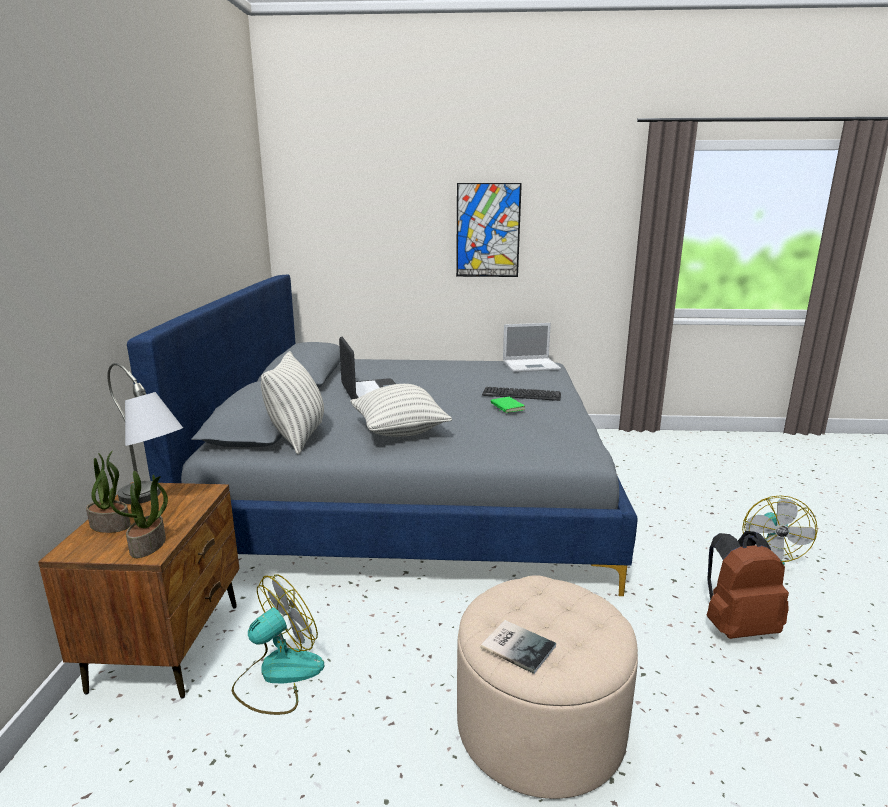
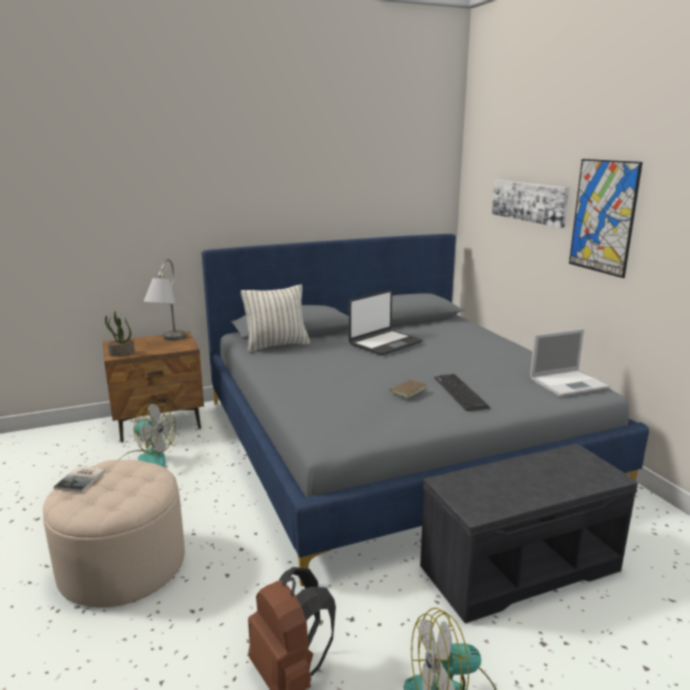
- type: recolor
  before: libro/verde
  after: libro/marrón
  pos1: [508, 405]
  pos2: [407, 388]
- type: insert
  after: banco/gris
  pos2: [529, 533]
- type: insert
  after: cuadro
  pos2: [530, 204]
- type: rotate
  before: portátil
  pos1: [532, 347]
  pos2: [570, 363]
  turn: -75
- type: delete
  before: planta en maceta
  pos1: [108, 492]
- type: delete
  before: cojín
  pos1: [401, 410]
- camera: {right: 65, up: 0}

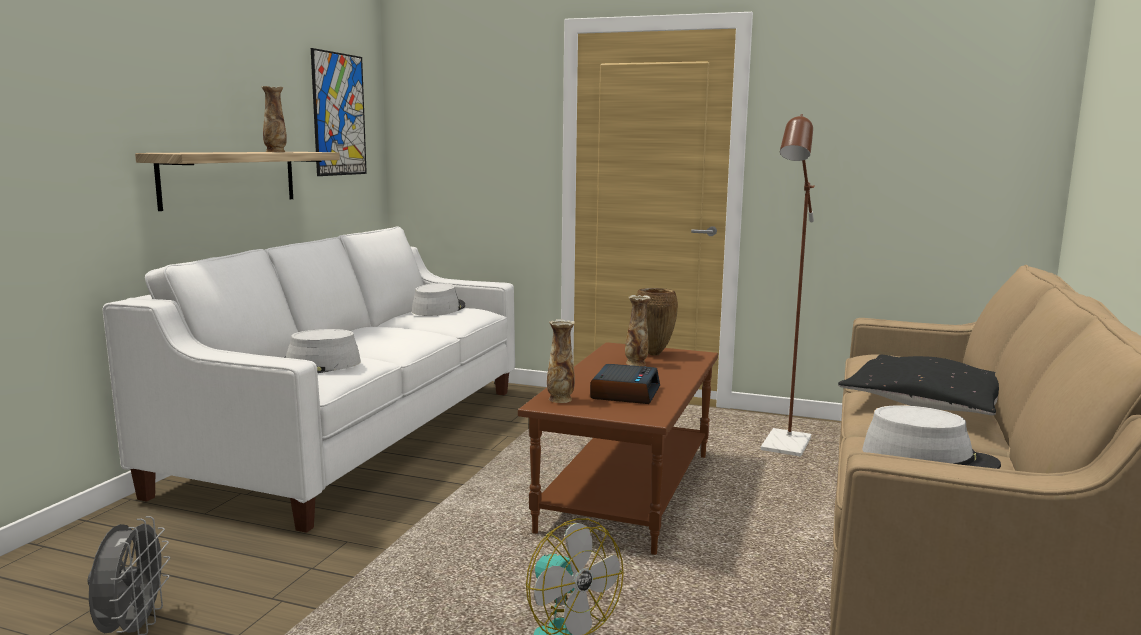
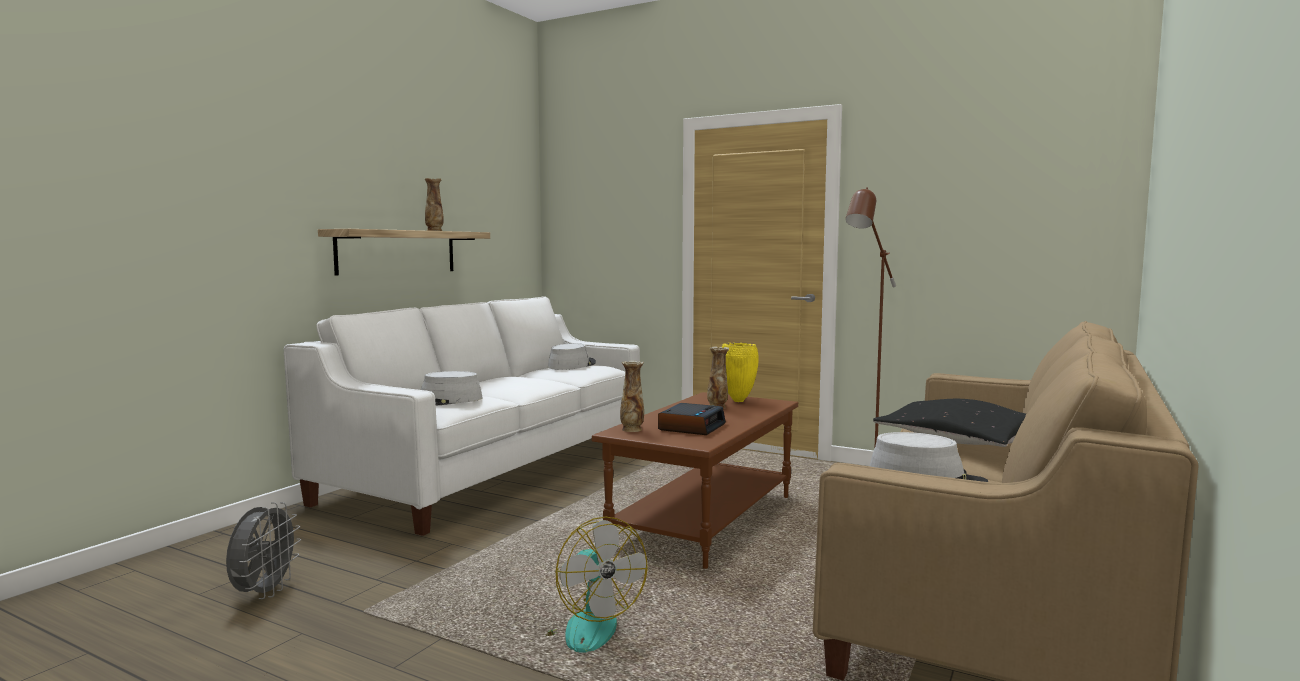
- type: recolor
  before: florero/marrón
  after: florero/amarillo
  pos1: [657, 322]
  pos2: [740, 372]
- type: delete
  before: cuadro
  pos1: [339, 112]
- camera: {right: 10, up: -5}

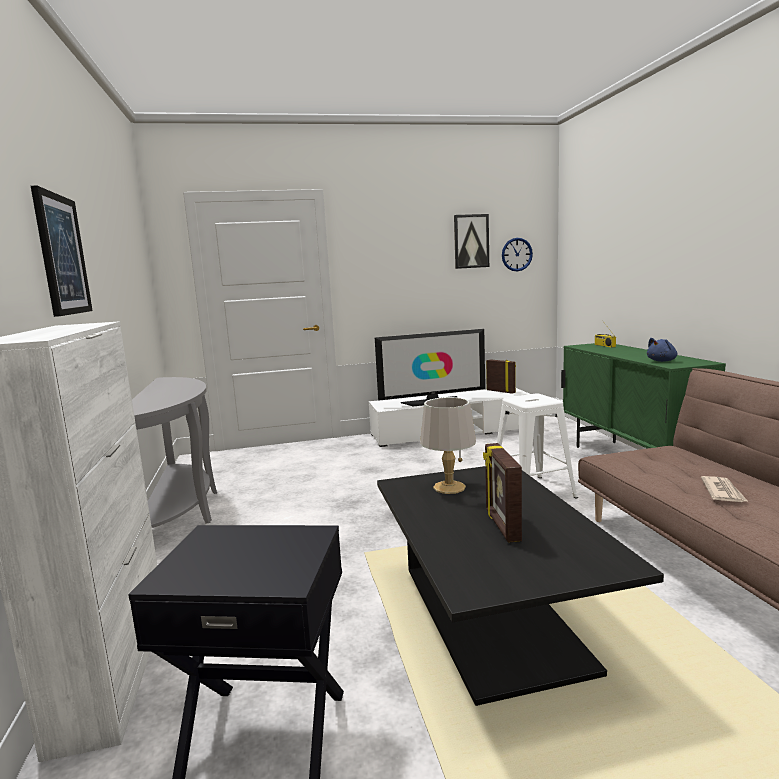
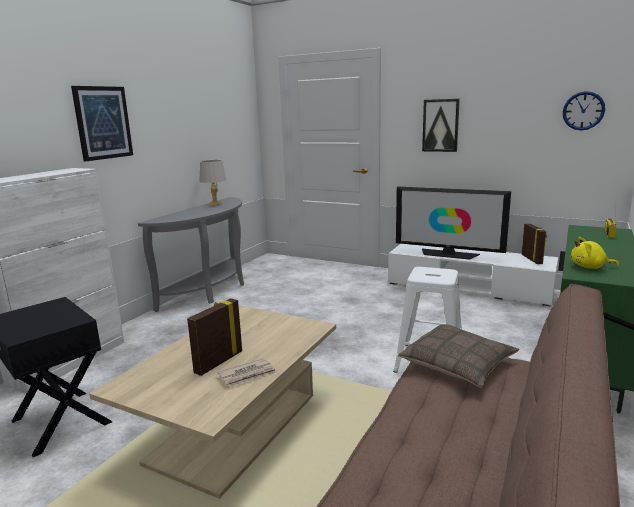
- type: recolor
  before: mesa de centro/negro
  after: mesa de centro/beis
  pos1: [520, 586]
  pos2: [212, 402]
- type: move
  before: lámpara de mesa/gris
  pos1: [448, 445]
  pos2: [213, 182]
- type: move
  before: periódico
  pos1: [724, 489]
  pos2: [247, 372]
- type: insert
  after: cojín
  pos2: [458, 356]
- type: move
  before: cuadro
  pos1: [471, 241]
  pos2: [441, 125]
- type: recolor
  before: peluche/azul
  after: peluche/amarillo
  pos1: [662, 350]
  pos2: [595, 253]
- camera: {right: 40, up: 5}

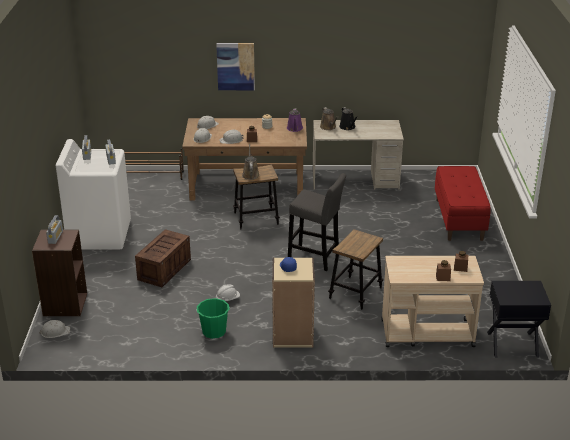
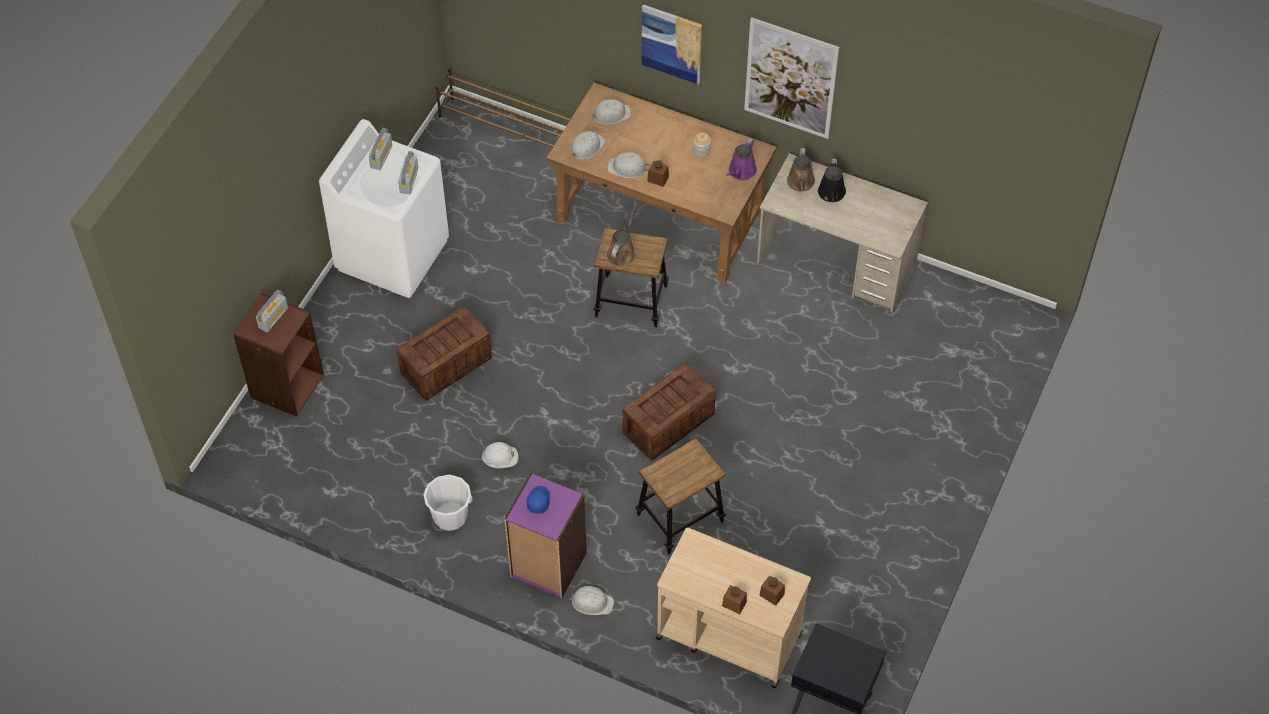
- type: recolor
  before: cubo/verde
  after: cubo/blanco
  pos1: [213, 318]
  pos2: [448, 502]
- type: recolor
  before: estantería/beis
  after: estantería/morado
  pos1: [293, 303]
  pos2: [545, 535]
- type: move
  before: casco/blanco
  pos1: [54, 329]
  pos2: [591, 600]
- type: replace
  before: taburete/gris
  after: caja de embalaje
  pos1: [317, 222]
  pos2: [669, 412]
- type: insert
  after: cuadro
  pos2: [791, 78]
- type: delete
  before: banco/rojo
  pos1: [463, 203]
- camera: {right: 25, up: 25}

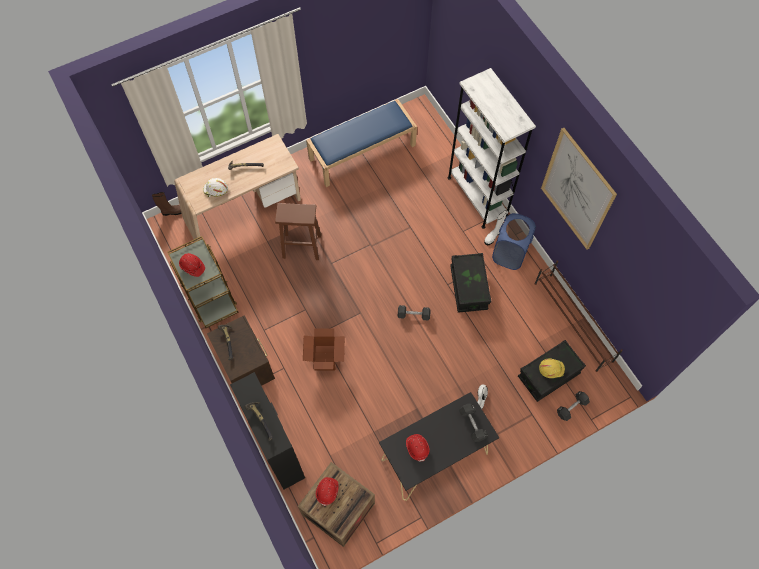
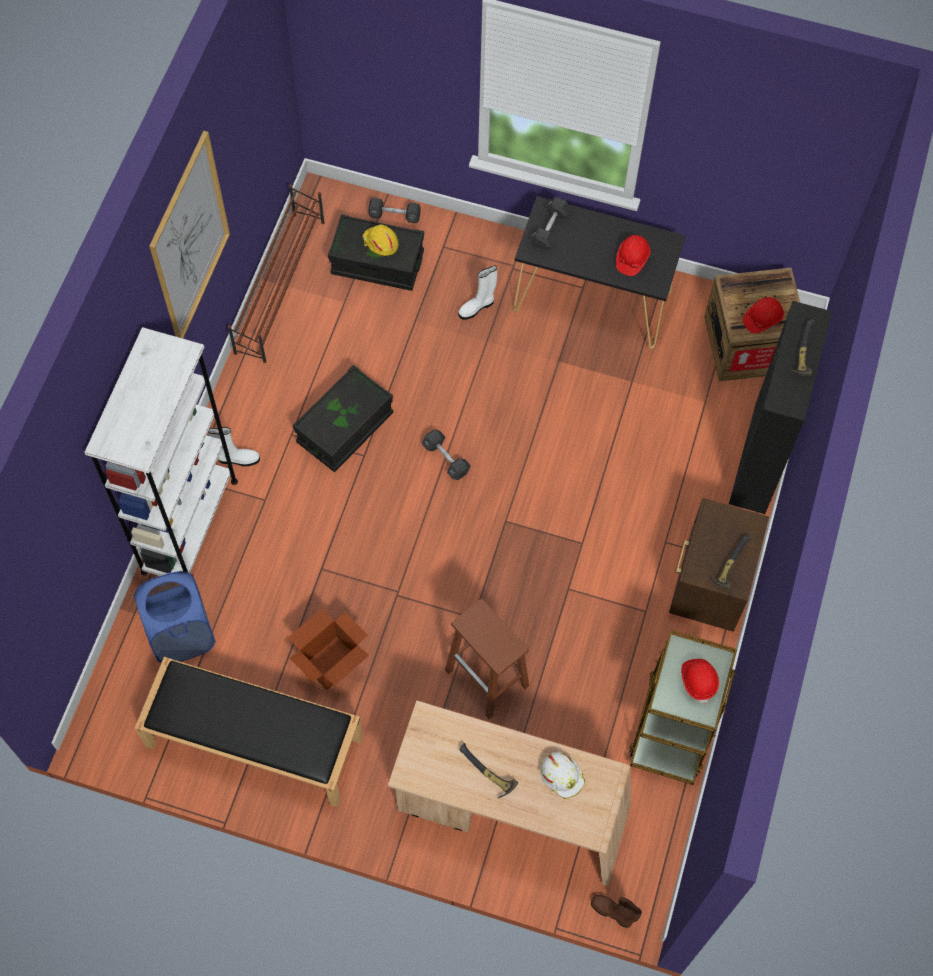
- type: move
  before: cesto de la ropa/azul
  pos1: [514, 241]
  pos2: [174, 617]
- type: recolor
  before: banco/azul
  after: banco/negro
  pos1: [361, 143]
  pos2: [249, 732]
- type: move
  before: caja de cartón
  pos1: [324, 349]
  pos2: [328, 649]
- camera: {right: -135, up: 0}

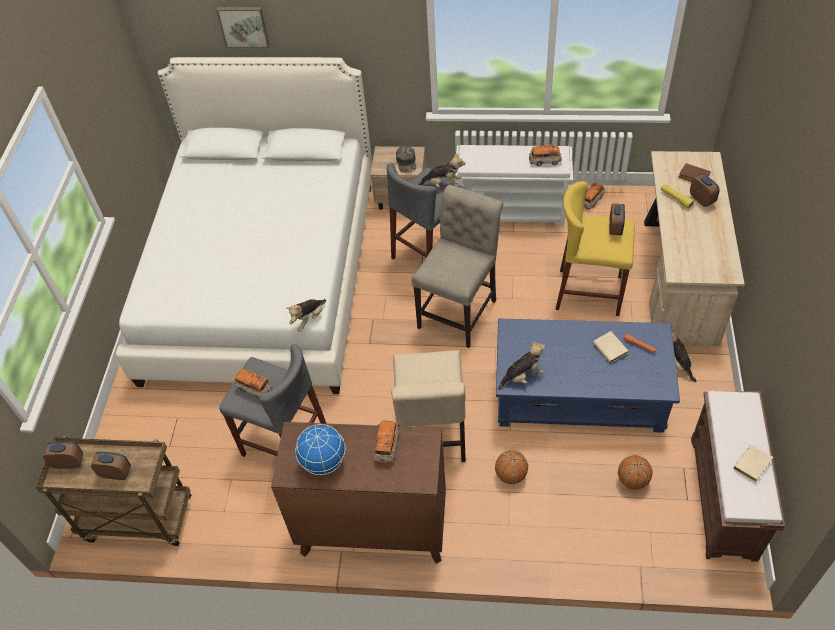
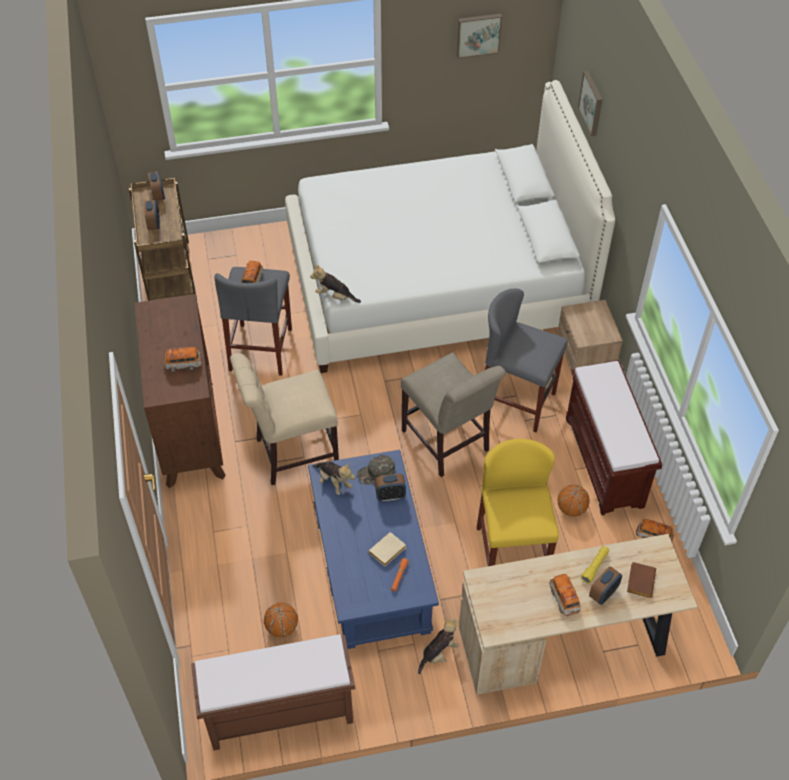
- type: move
  before: gorra/verde
  pos1: [406, 159]
  pos2: [376, 470]
- type: move
  before: despertador
  pos1: [617, 219]
  pos2: [390, 488]
- type: rotate
  before: silla/beis
  pos1: [457, 266]
  pos2: [453, 414]
  turn: 45
- type: insert
  after: cuadro
  pos2: [479, 36]
- type: move
  before: coche de juguete
  pos1: [545, 155]
  pos2: [565, 595]
- type: move
  before: balón de baloncesto
  pos1: [511, 467]
  pos2: [574, 501]
- type: recolor
  before: banco/blanco
  after: banco/marrón
  pos1: [513, 186]
  pos2: [614, 438]
- type: delete
  before: globo terráqueo
  pos1: [320, 449]
- type: delete
  before: peluche
  pos1: [442, 170]
- type: delete
  before: libro/beis
  pos1: [753, 463]
- camera: {right: 70, up: 0}

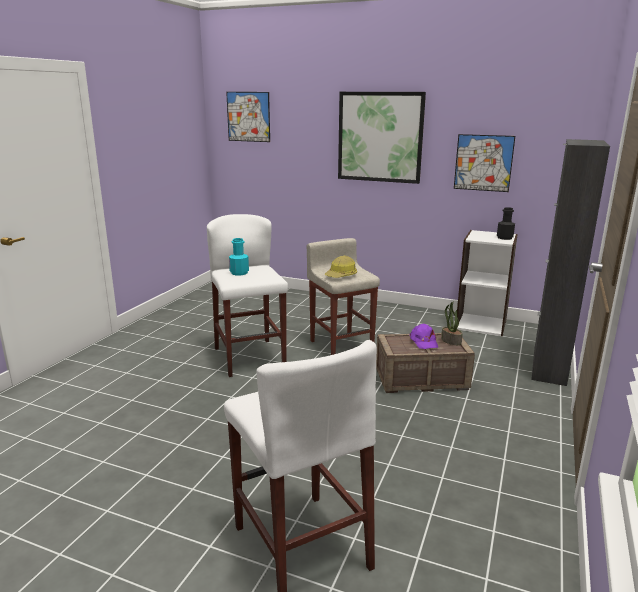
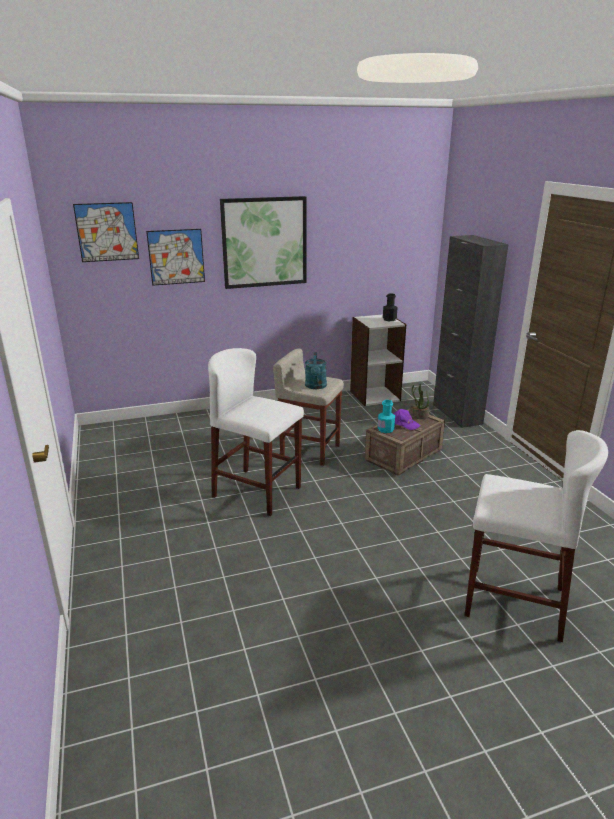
- type: move
  before: cuadro
  pos1: [484, 163]
  pos2: [175, 257]
- type: replace
  before: casco
  after: regadera/turquesa
  pos1: [341, 267]
  pos2: [316, 370]
- type: move
  before: botella/turquesa
  pos1: [239, 257]
  pos2: [386, 416]
- camera: {right: -40, up: 5}

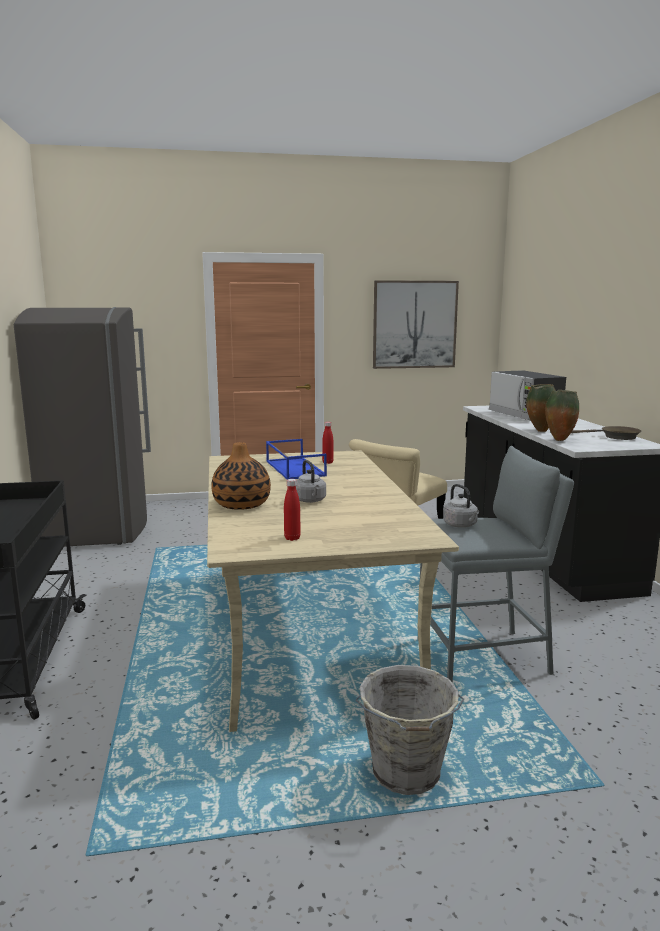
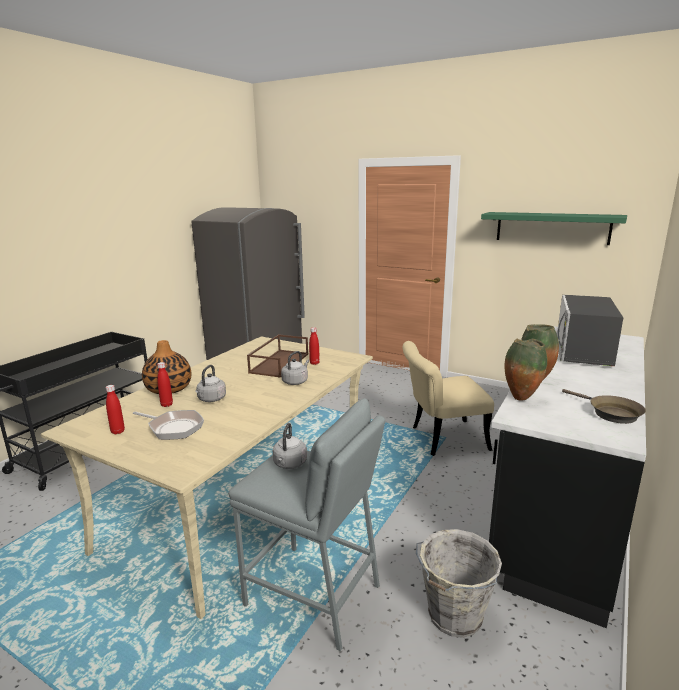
- type: insert
  after: sartén
  pos2: [168, 425]
- type: insert
  after: botella/rojo
  pos2: [165, 384]
- type: recolor
  before: bandeja/azul
  after: bandeja/marrón
  pos1: [296, 459]
  pos2: [277, 356]
- type: insert
  after: hervidor/gris
  pos2: [295, 368]
- type: move
  before: cubo/gris
  pos1: [409, 730]
  pos2: [459, 583]
- type: replace
  before: cuadro
  after: estante/verde
  pos1: [416, 324]
  pos2: [554, 228]
- camera: {right: 40, up: 5}

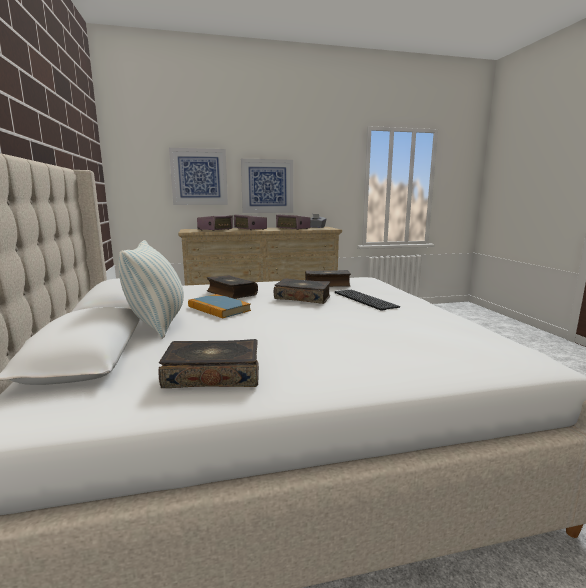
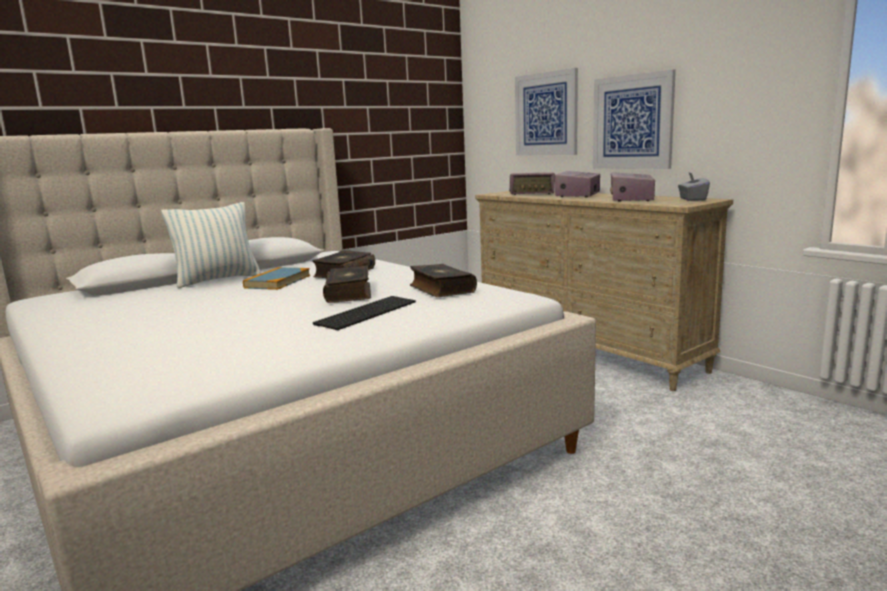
- type: delete
  before: libro
  pos1: [208, 363]
- camera: {right: 65, up: 0}

